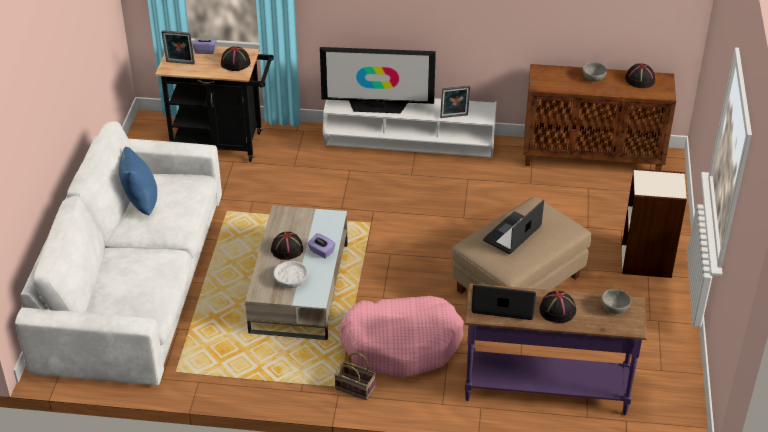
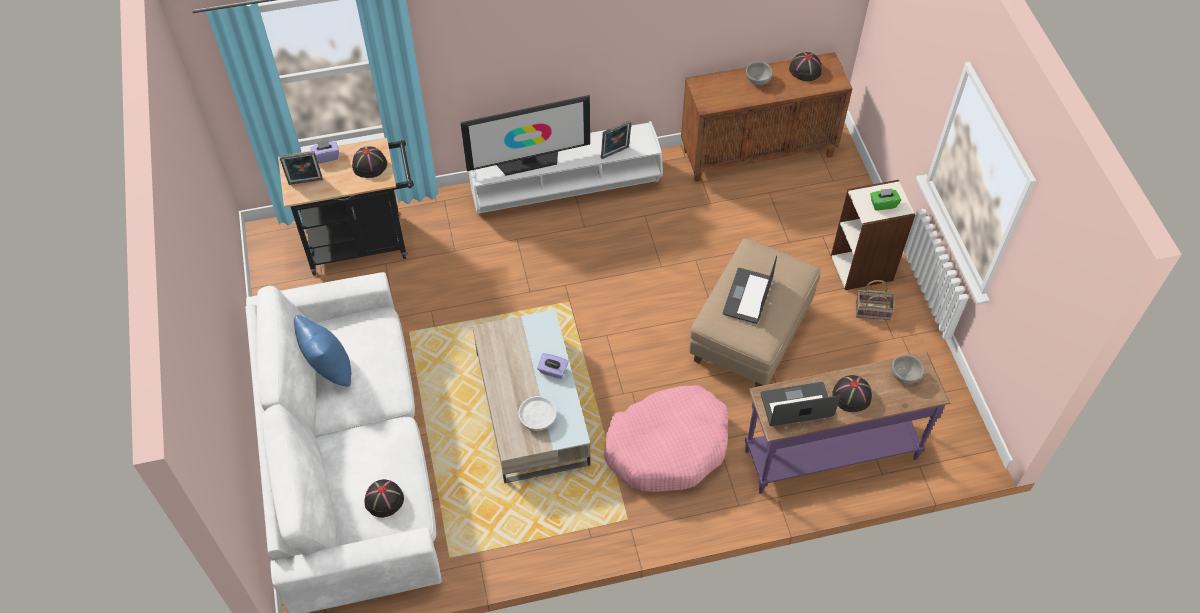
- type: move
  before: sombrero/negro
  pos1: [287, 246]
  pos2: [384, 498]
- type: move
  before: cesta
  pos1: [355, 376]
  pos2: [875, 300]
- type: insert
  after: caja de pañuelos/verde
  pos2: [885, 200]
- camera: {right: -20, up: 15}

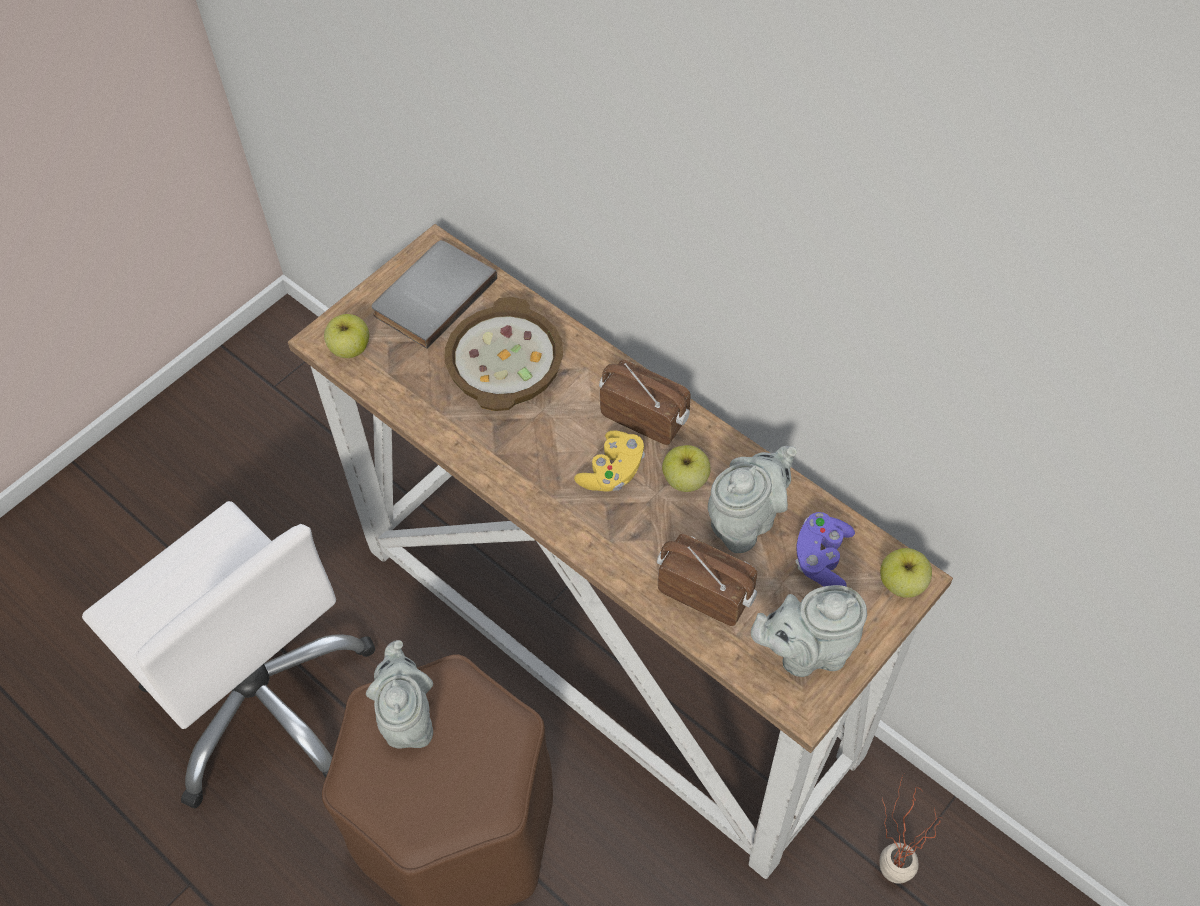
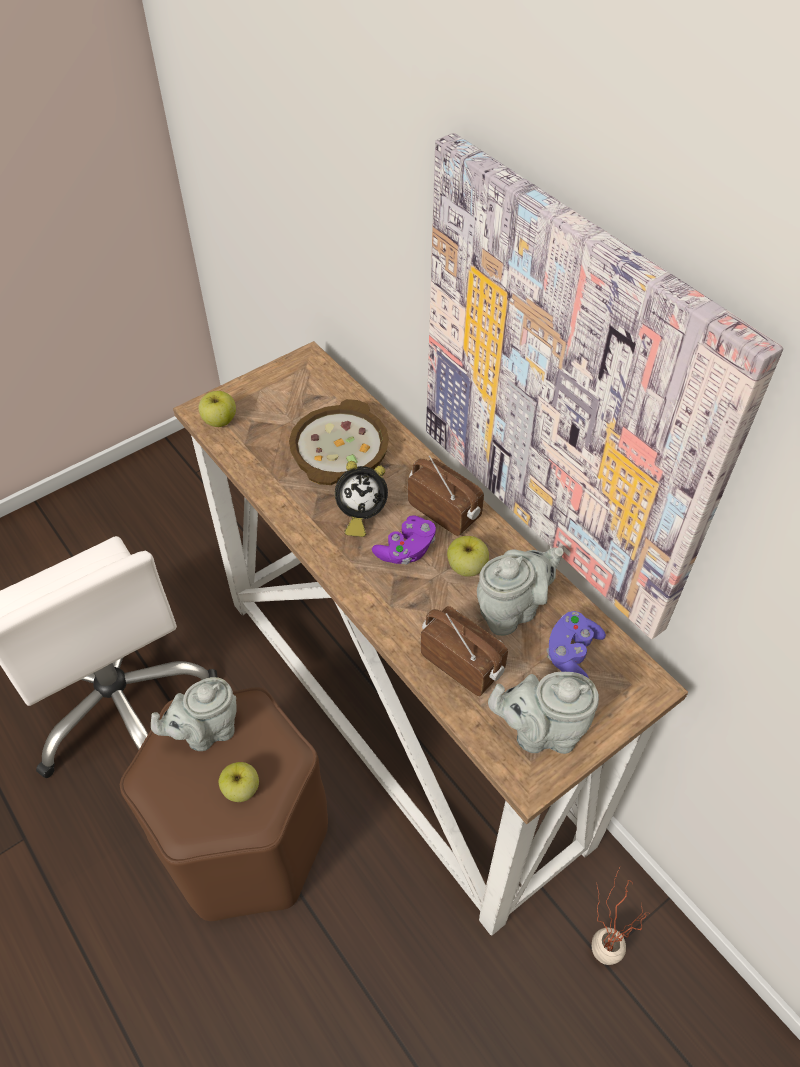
- type: rotate
  before: tetera/gris
  pos1: [399, 694]
  pos2: [194, 714]
  turn: -120
- type: move
  before: manzana
  pos1: [906, 573]
  pos2: [239, 782]
- type: insert
  after: despertador
  pos2: [361, 499]
- type: recolor
  before: mando de consola/amarillo
  after: mando de consola/morado
  pos1: [609, 461]
  pos2: [404, 540]
- type: insert
  after: cuadro
  pos2: [604, 386]
- type: delete
  before: libro/gris
  pos1: [434, 294]
- camera: {right: 10, up: -5}

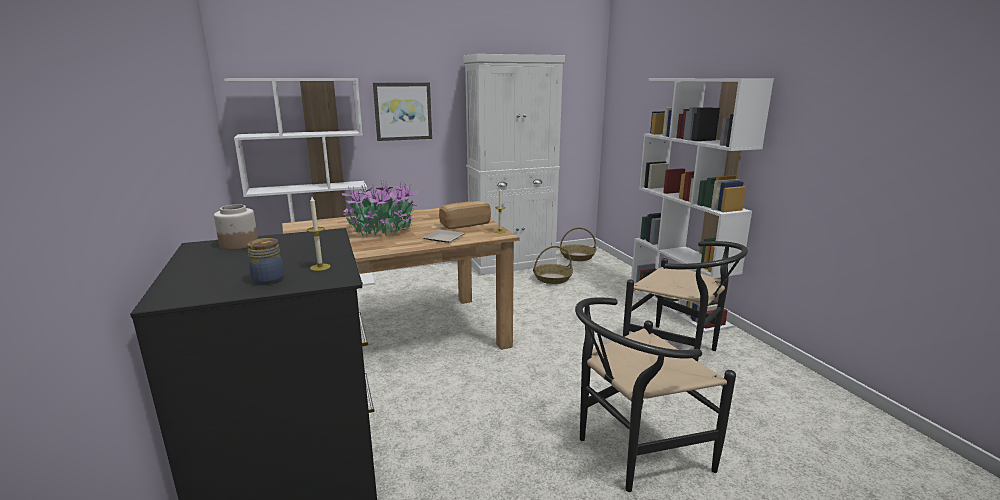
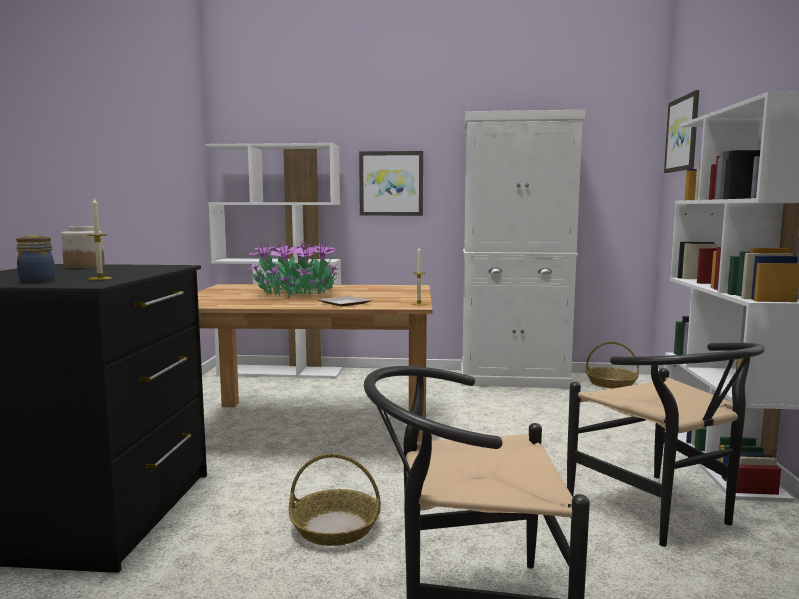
- type: move
  before: cesta
  pos1: [553, 265]
  pos2: [335, 499]
- type: insert
  after: cuadro
  pos2: [681, 131]
- type: delete
  before: pan
  pos1: [465, 215]
- camera: {right: 25, up: -10}

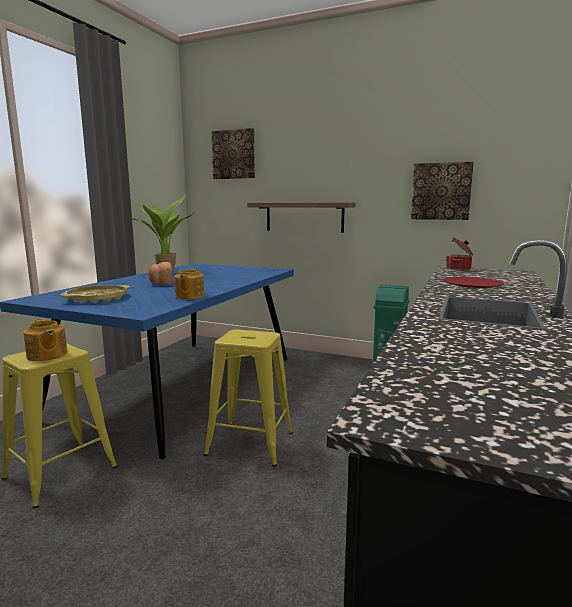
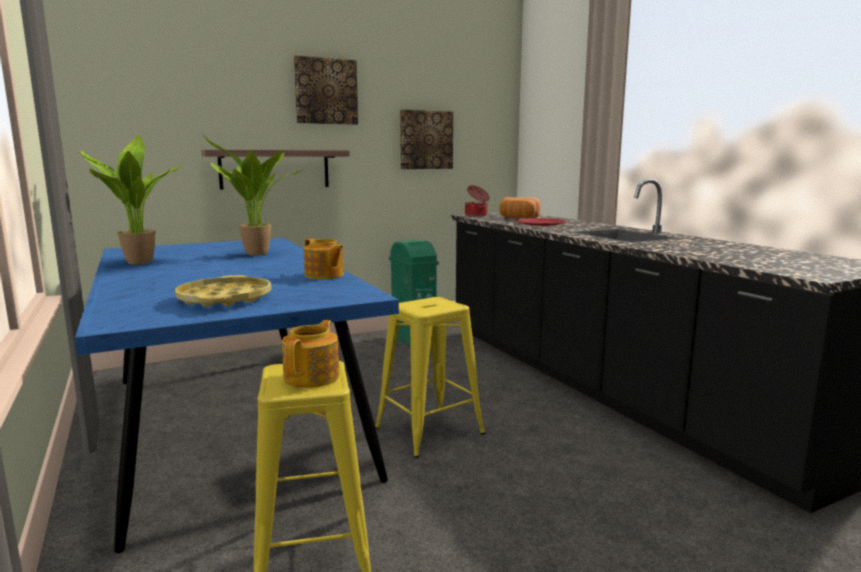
- type: insert
  after: planta en maceta
  pos2: [254, 195]
- type: rotate
  before: tetera
  pos1: [45, 340]
  pos2: [310, 354]
  turn: -75
- type: move
  before: cuadro
  pos1: [233, 153]
  pos2: [326, 90]
- type: move
  before: pan
  pos1: [160, 273]
  pos2: [520, 207]
- camera: {right: -50, up: 0}

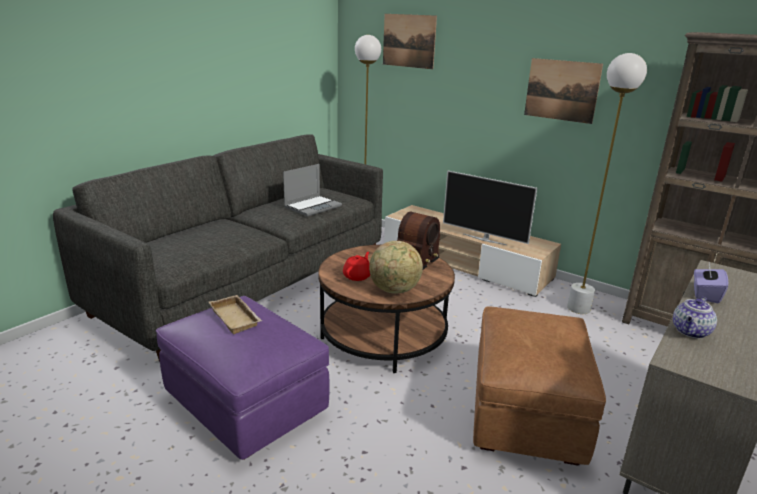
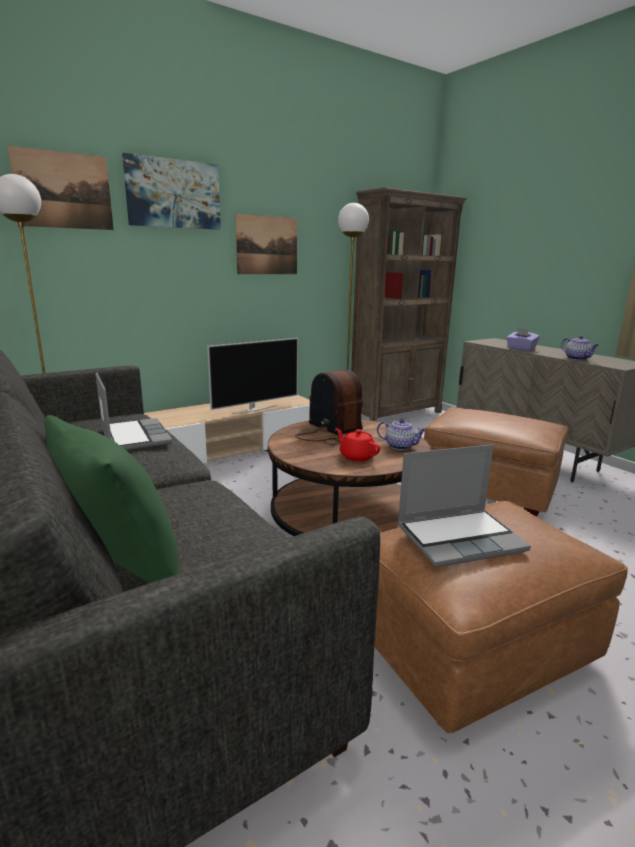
- type: insert
  after: cojín/verde
  pos2: [112, 499]
- type: insert
  after: cuadro
  pos2: [171, 191]
- type: recolor
  before: puf/morado
  after: puf/marrón
  pos1: [242, 378]
  pos2: [501, 617]
- type: replace
  before: globo terráqueo
  after: tetera
  pos1: [396, 267]
  pos2: [401, 434]
- type: replace
  before: bandeja/beis
  after: portátil
  pos1: [235, 314]
  pos2: [464, 505]
- camera: {right: -70, up: -5}

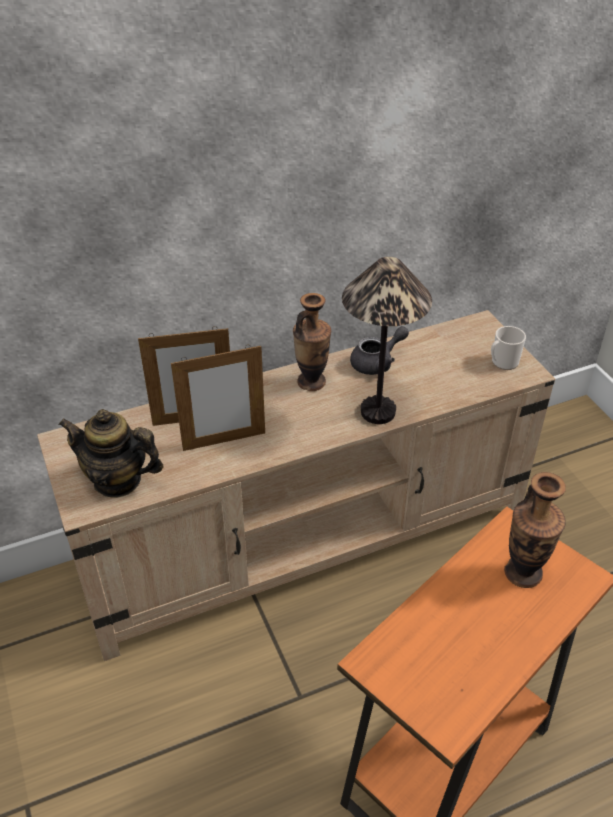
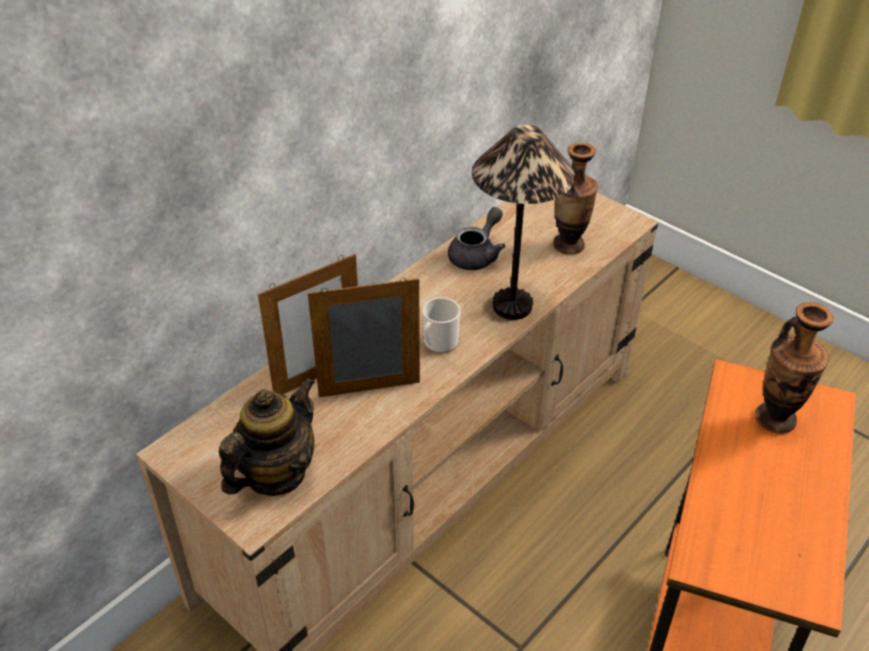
- type: rotate
  before: tetera
  pos1: [111, 453]
  pos2: [267, 436]
  turn: 135
- type: rotate
  before: portarretratos
  pos1: [218, 398]
  pos2: [364, 337]
  turn: -150
- type: move
  before: taza grande
  pos1: [508, 348]
  pos2: [441, 325]
- type: move
  before: florero
  pos1: [312, 342]
  pos2: [575, 198]
- camera: {right: -25, up: 0}

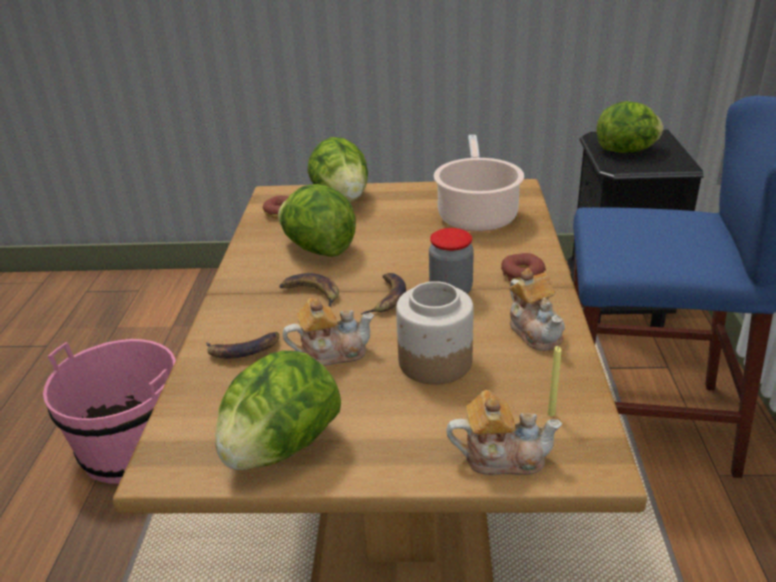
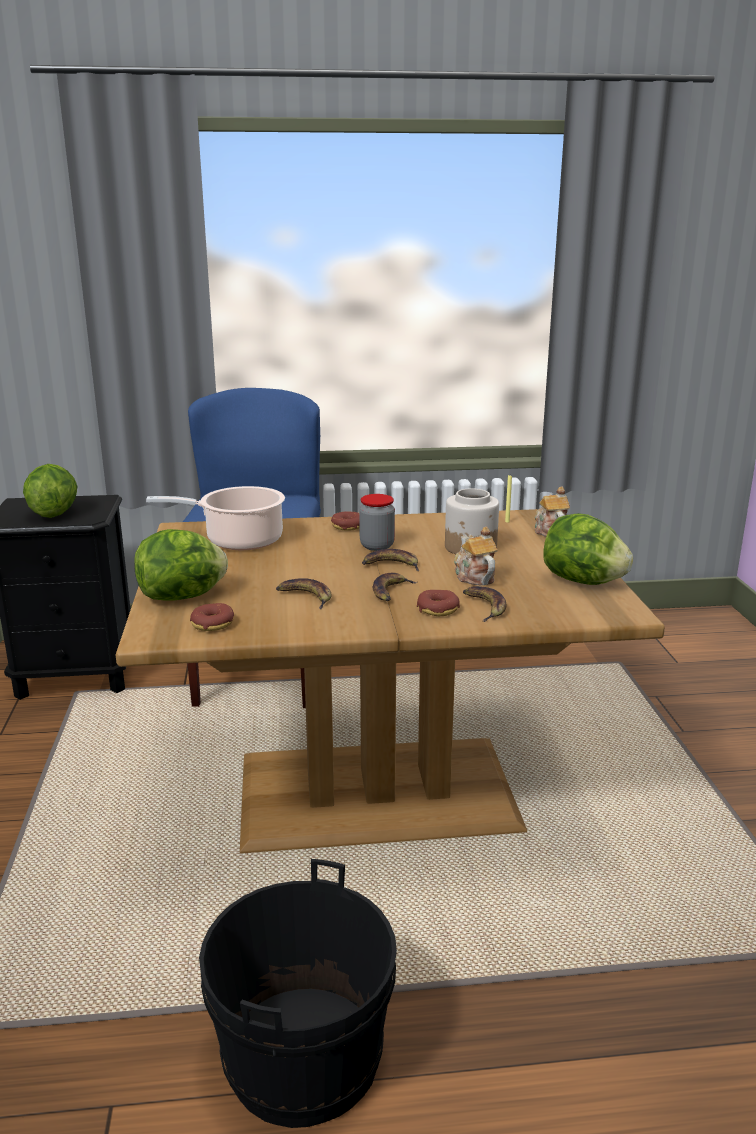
- type: recolor
  before: cubo/rosa
  after: cubo/negro
  pos1: [109, 411]
  pos2: [298, 993]
- type: replace
  before: lechuga
  after: plátano
  pos1: [317, 220]
  pos2: [304, 593]
- type: insert
  after: rosquilla
  pos2: [438, 603]
- type: delete
  before: tetera
  pos1: [537, 309]
- camera: {right: -100, up: -10}

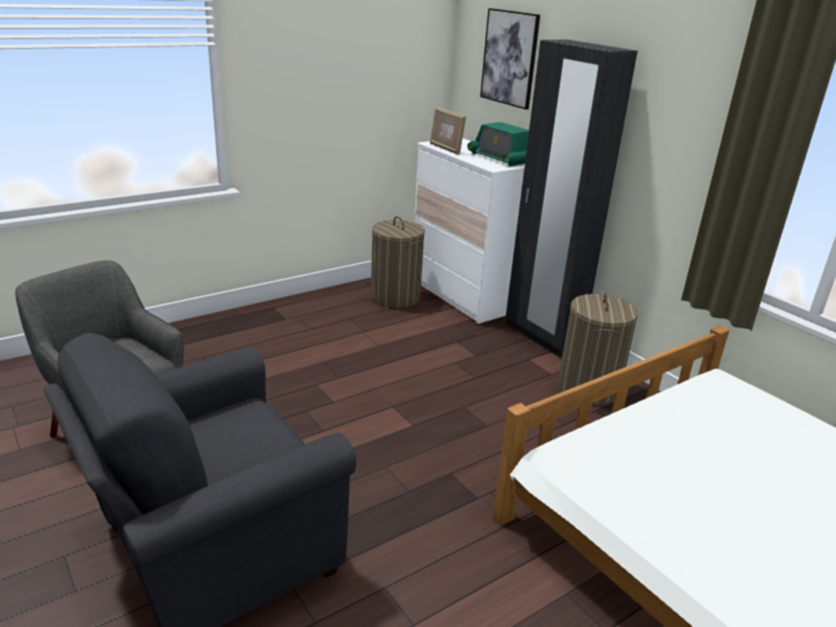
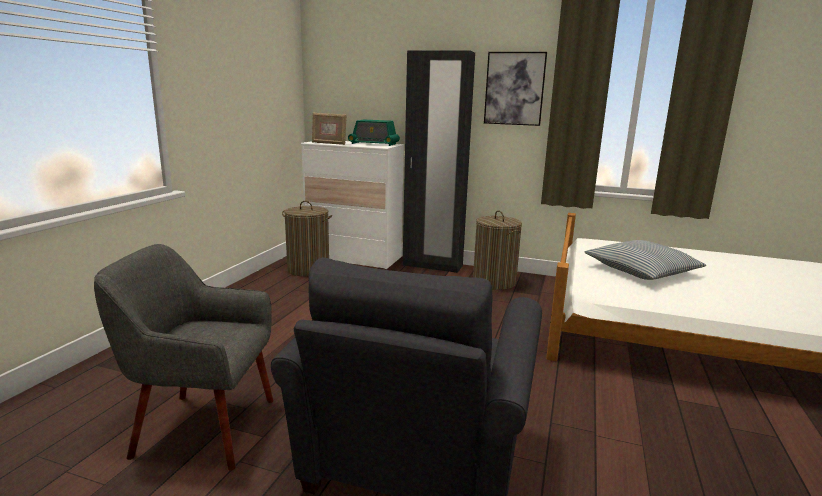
- type: move
  before: cuadro
  pos1: [510, 59]
  pos2: [515, 89]
- type: insert
  after: cojín
  pos2: [645, 260]
- camera: {right: -35, up: -10}

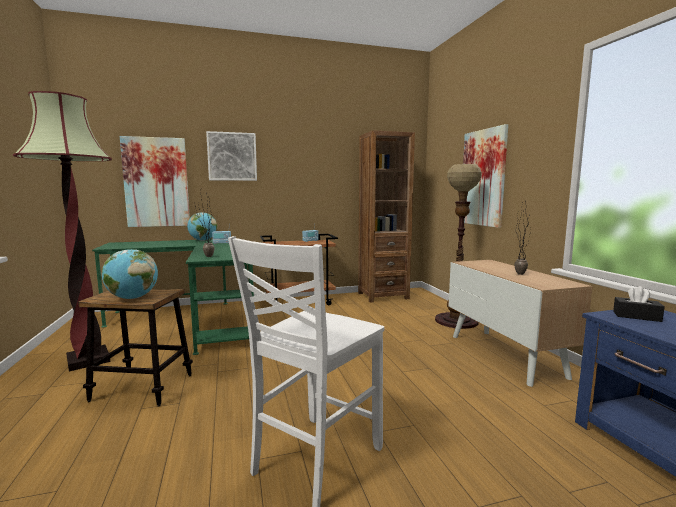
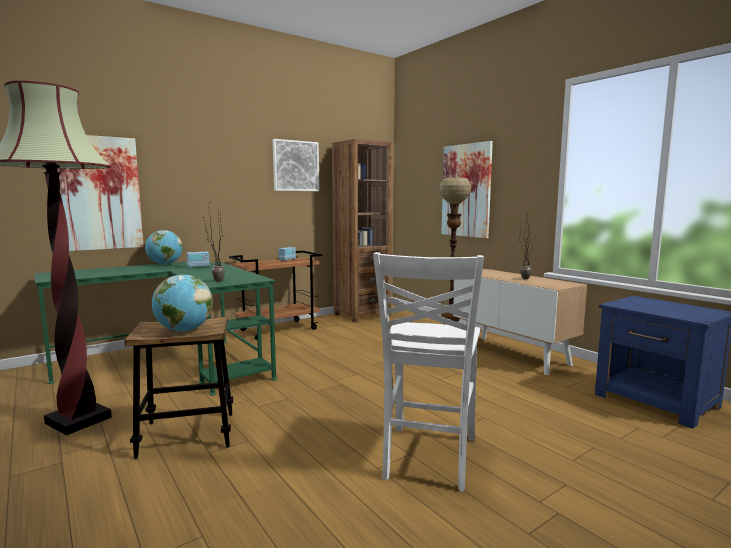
- type: move
  before: cuadro
  pos1: [231, 156]
  pos2: [296, 165]
- type: delete
  before: caja de pañuelos/negro
  pos1: [639, 304]
- camera: {right: -20, up: 0}

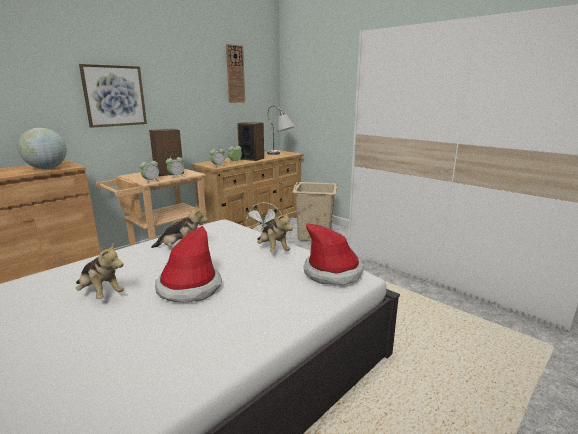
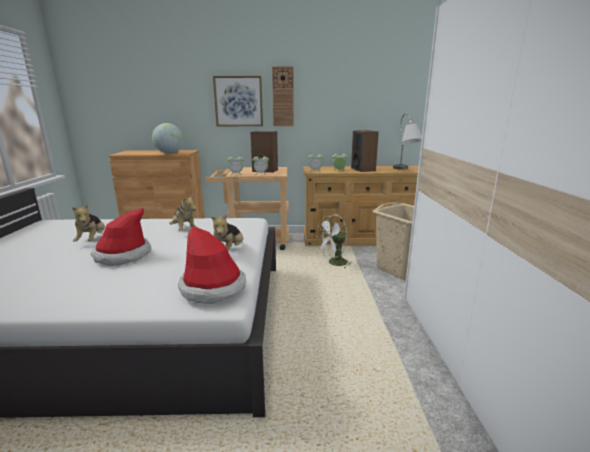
- type: move
  before: reloj de pared
  pos1: [235, 73]
  pos2: [283, 96]
- camera: {right: 45, up: 0}

